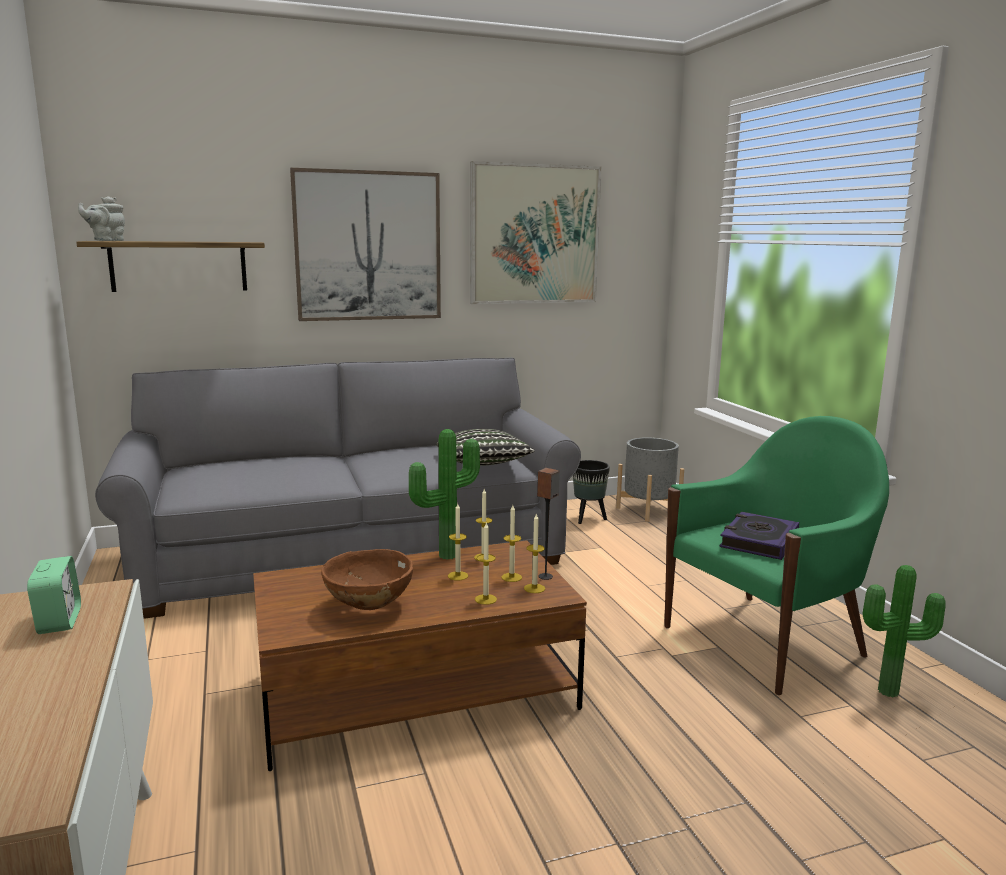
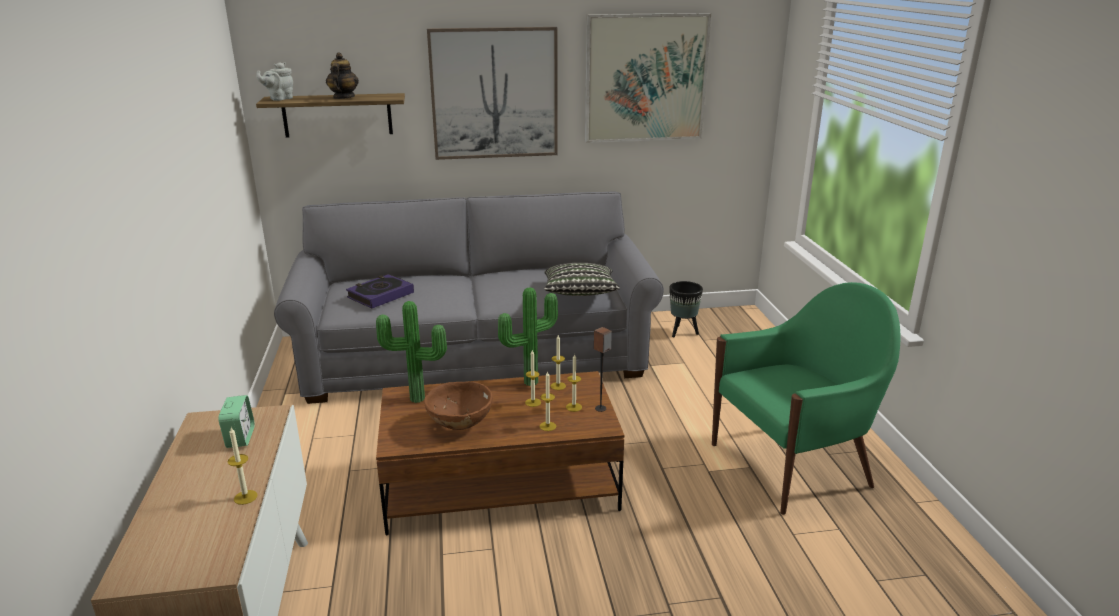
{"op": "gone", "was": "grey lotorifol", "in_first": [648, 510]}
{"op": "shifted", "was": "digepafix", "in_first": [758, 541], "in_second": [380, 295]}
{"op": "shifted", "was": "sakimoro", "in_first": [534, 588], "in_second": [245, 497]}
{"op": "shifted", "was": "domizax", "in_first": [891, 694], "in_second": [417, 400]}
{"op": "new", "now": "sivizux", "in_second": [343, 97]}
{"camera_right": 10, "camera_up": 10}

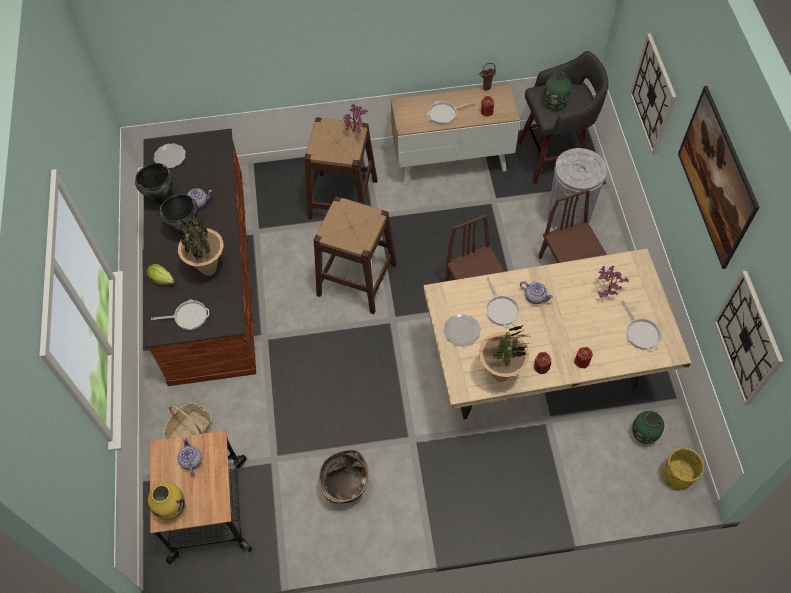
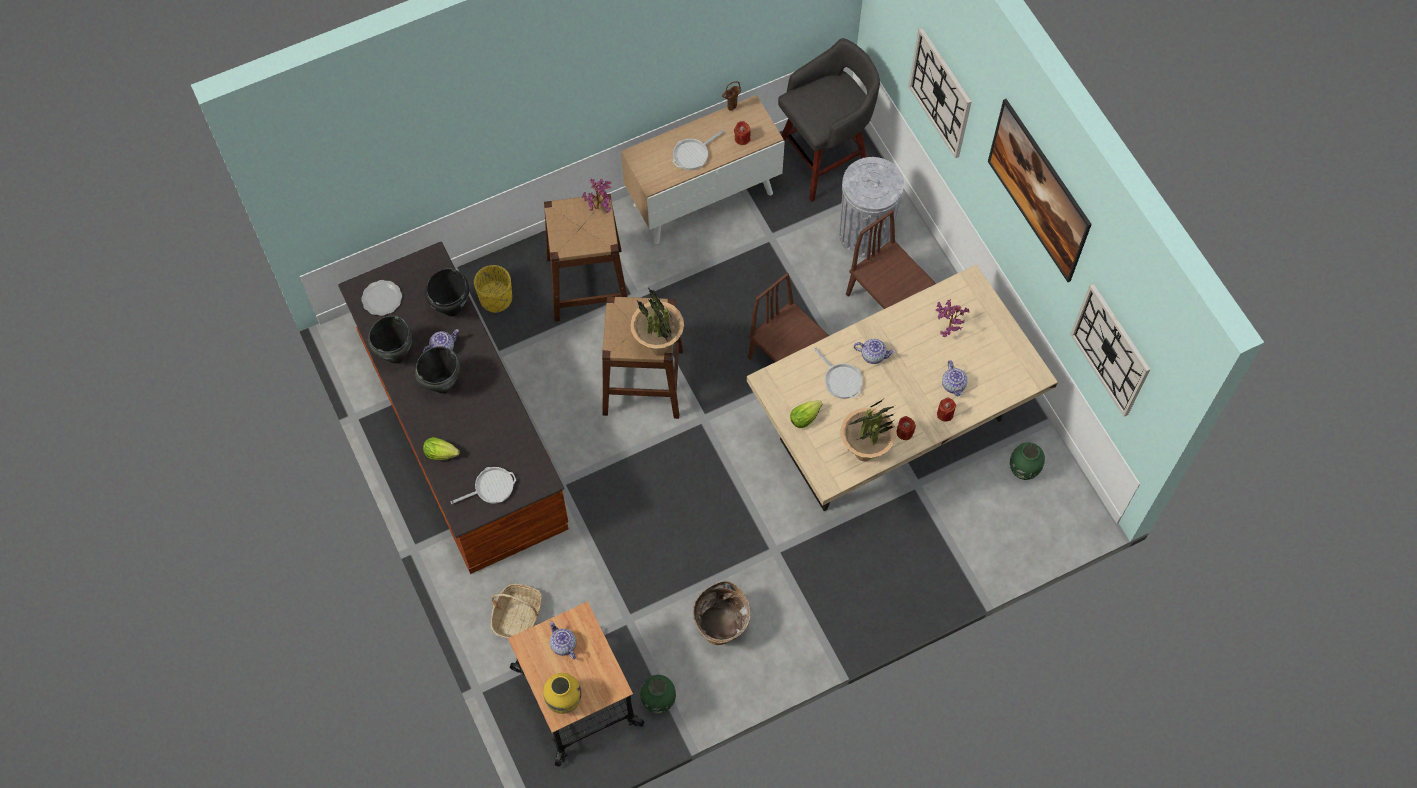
{"op": "shifted", "was": "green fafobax", "in_first": [555, 103], "in_second": [659, 701]}
{"op": "shifted", "was": "domizax", "in_first": [209, 270], "in_second": [658, 347]}
{"op": "gone", "was": "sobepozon", "in_first": [641, 332]}
{"op": "swapped", "was": "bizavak", "now": "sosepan", "in_first": [461, 330], "in_second": [806, 416]}
{"op": "shifted", "was": "yellow lotorifol", "in_first": [677, 476], "in_second": [496, 299]}
{"op": "new", "now": "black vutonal", "in_second": [452, 308]}
{"op": "new", "now": "sivizux", "in_second": [954, 385]}
{"camera_right": -20, "camera_up": 5}

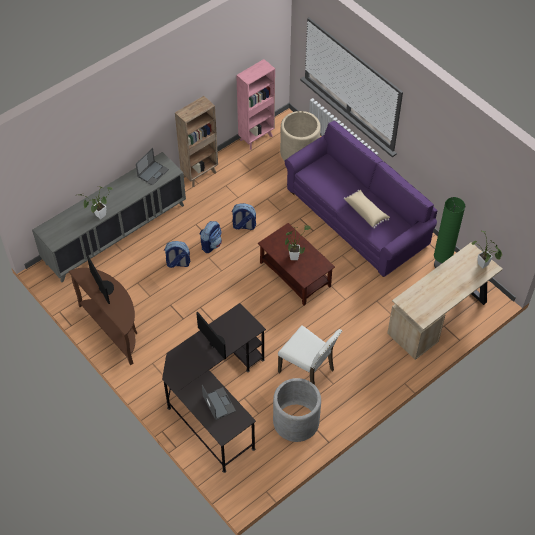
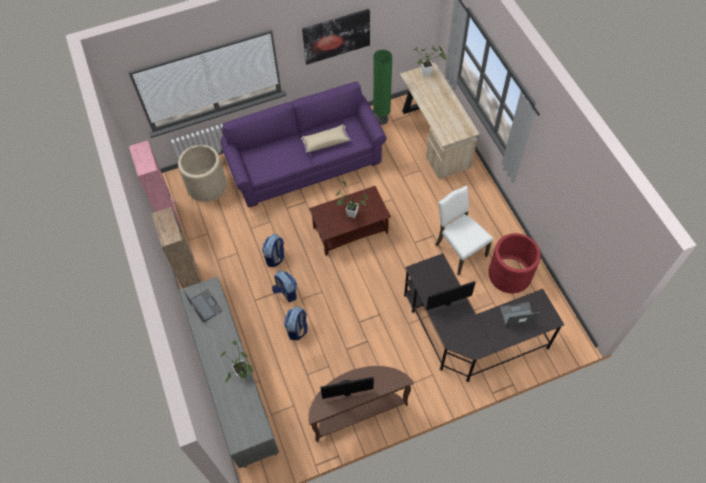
{"op": "rotated", "was": "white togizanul", "in_first": [308, 370], "in_second": [459, 250], "clockwise": -90}
{"op": "repainted", "was": "grey lotorifol", "now": "red lotorifol", "in_first": [296, 421], "in_second": [509, 274]}
{"op": "new", "now": "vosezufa", "in_second": [336, 36]}
{"camera_right": -70, "camera_up": 5}

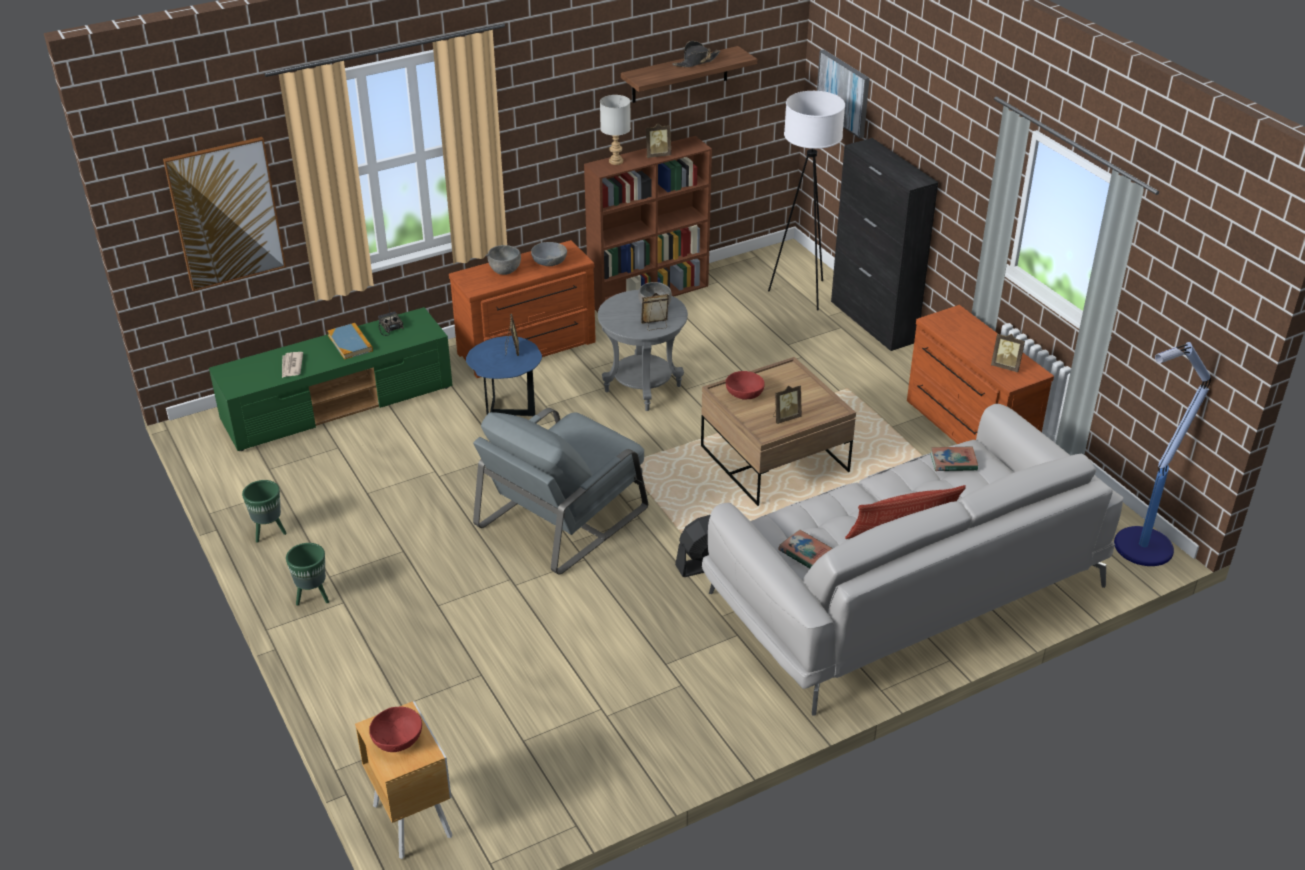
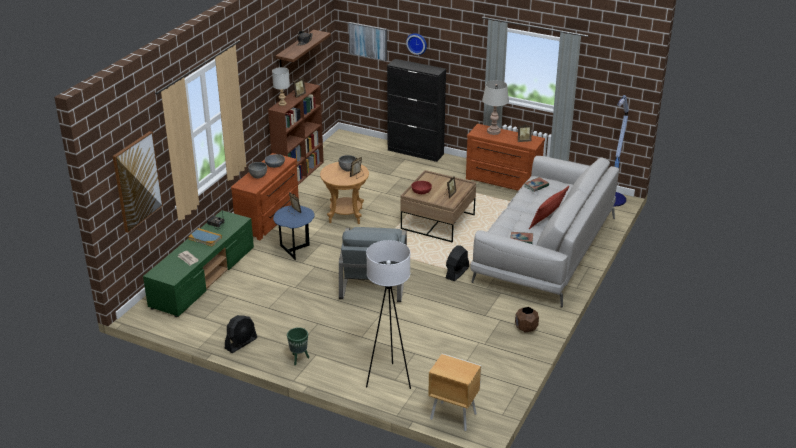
{"op": "shifted", "was": "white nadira", "in_first": [802, 293], "in_second": [389, 379]}
{"op": "repainted", "was": "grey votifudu", "now": "brown votifudu", "in_first": [643, 388], "in_second": [345, 215]}
{"op": "swapped", "was": "green lotorifol", "now": "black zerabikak", "in_first": [269, 532], "in_second": [241, 343]}
{"op": "gone", "was": "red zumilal", "in_first": [398, 740]}
{"op": "new", "now": "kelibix", "in_second": [417, 43]}
{"op": "new", "now": "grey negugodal", "in_second": [493, 131]}
{"op": "new", "now": "brown lotorifol", "in_second": [526, 329]}
{"camera_right": -35, "camera_up": -5}

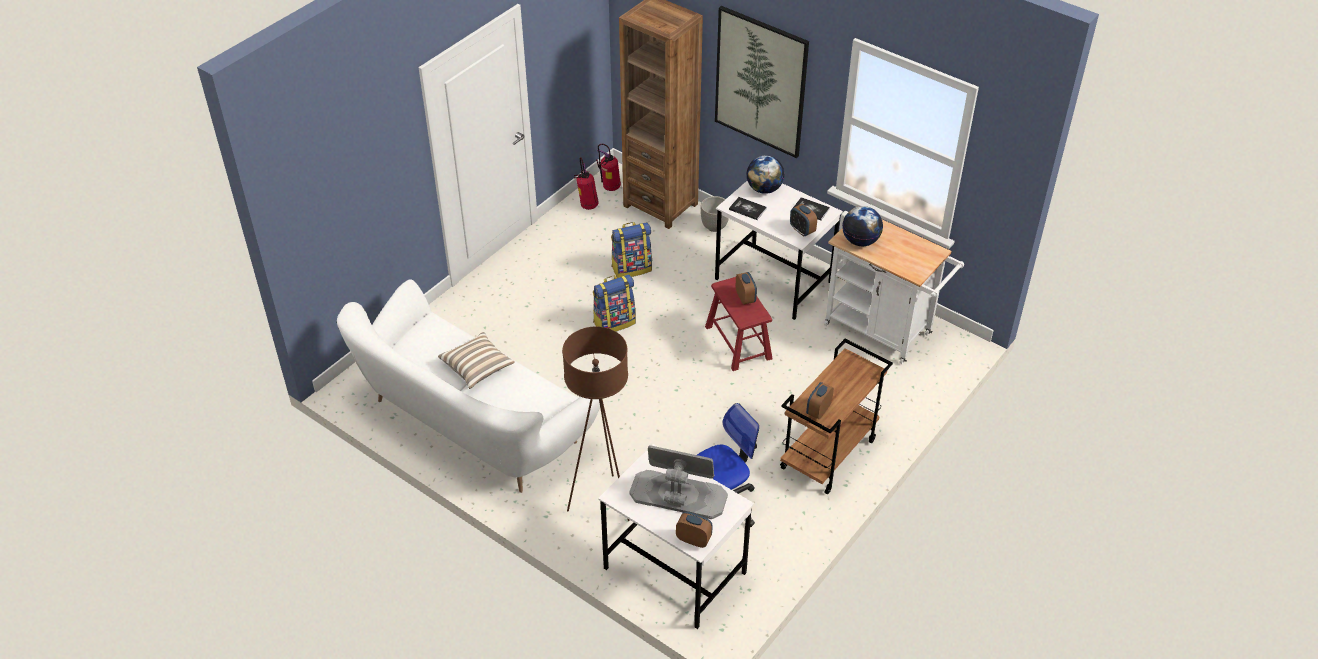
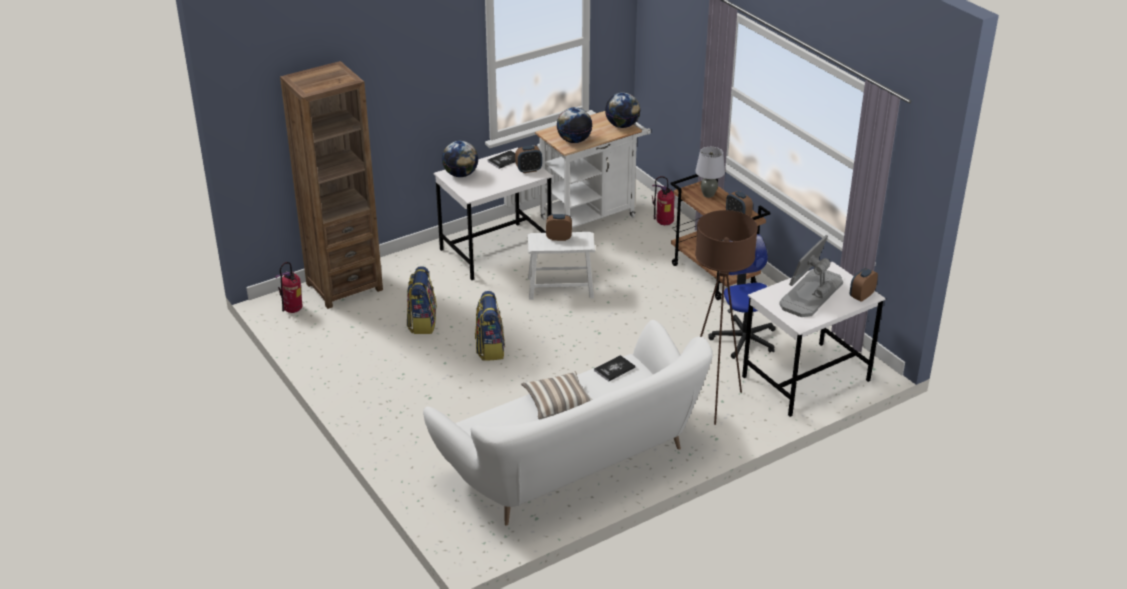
{"op": "gone", "was": "vosezufa", "in_first": [760, 82]}
{"op": "shifted", "was": "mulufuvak", "in_first": [587, 206], "in_second": [663, 223]}
{"op": "gone", "was": "lotorifol", "in_first": [714, 226]}
{"op": "shifted", "was": "digepafix", "in_first": [747, 209], "in_second": [614, 369]}
{"op": "repainted", "was": "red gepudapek", "now": "white gepudapek", "in_first": [738, 342], "in_second": [560, 287]}
{"op": "new", "now": "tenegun", "in_second": [622, 126]}
{"op": "new", "now": "grey negugodal", "in_second": [708, 195]}
{"camera_right": -70, "camera_up": -10}

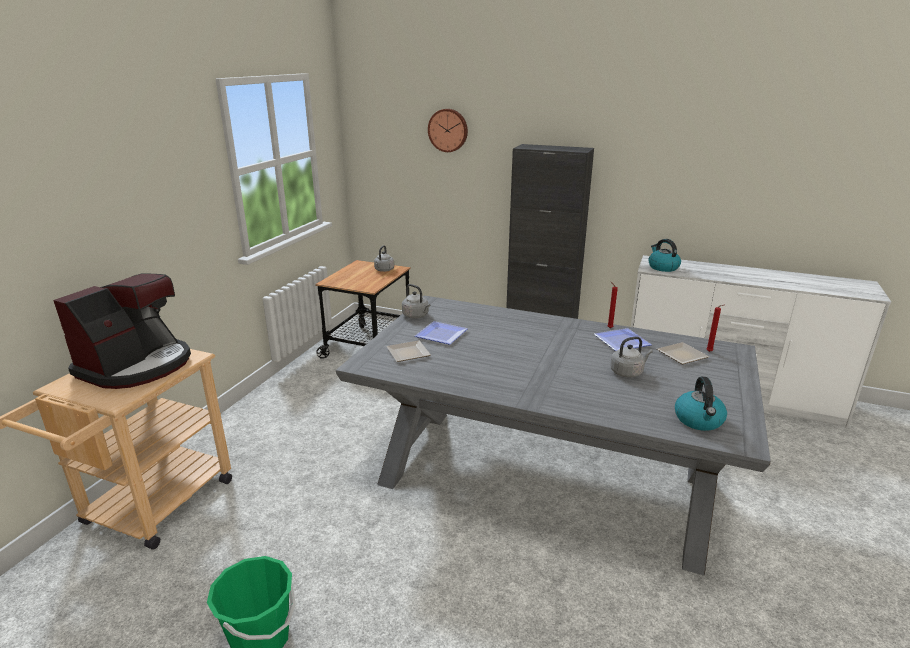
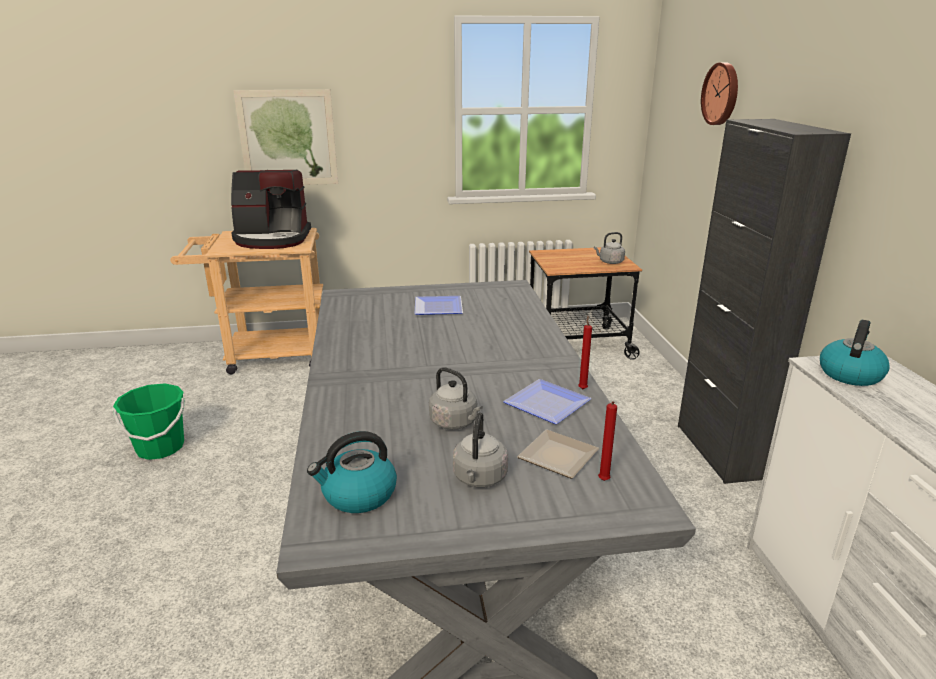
{"op": "shifted", "was": "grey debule", "in_first": [416, 316], "in_second": [479, 478]}
{"op": "gone", "was": "bizavak", "in_first": [407, 353]}
{"op": "new", "now": "vosezufa", "in_second": [288, 138]}
{"camera_right": 60, "camera_up": 0}

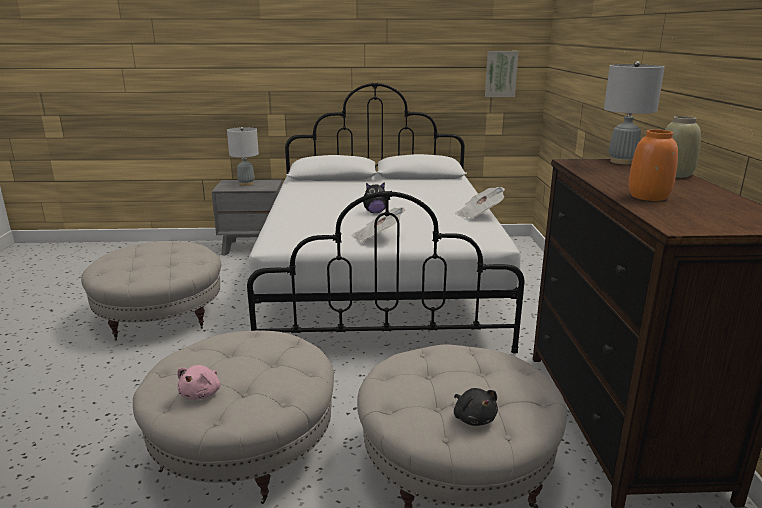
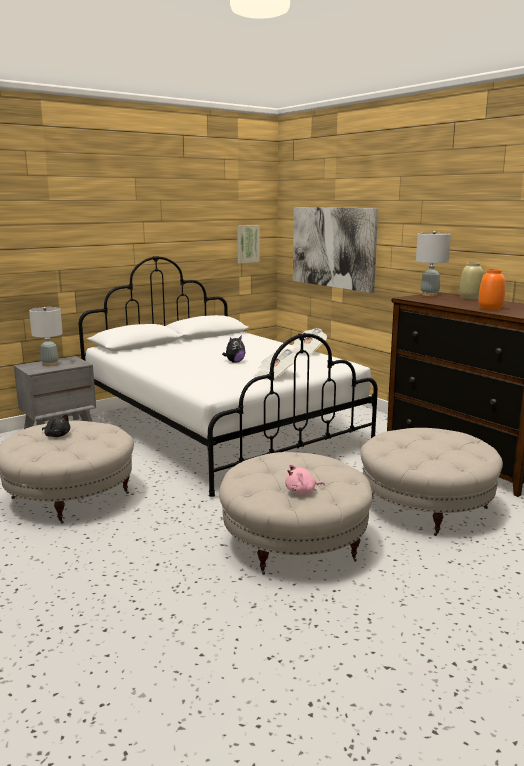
{"op": "rotated", "was": "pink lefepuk", "in_first": [202, 393], "in_second": [302, 492], "clockwise": 90}
{"op": "shifted", "was": "black lefepuk", "in_first": [473, 418], "in_second": [57, 435]}
{"op": "new", "now": "vosezufa", "in_second": [333, 247]}
{"camera_right": -35, "camera_up": -5}

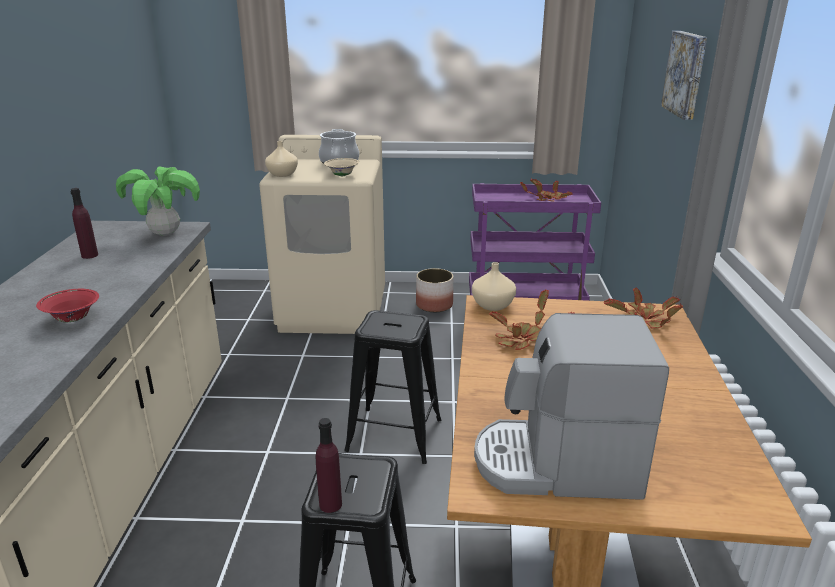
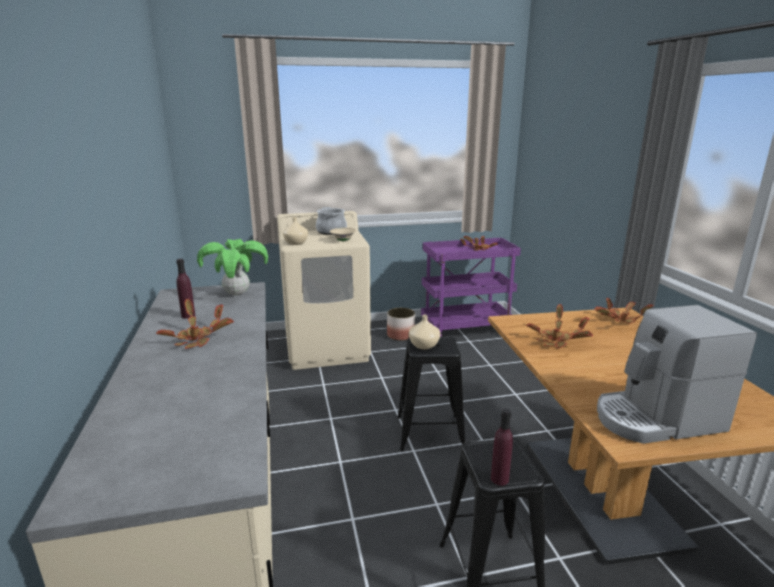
{"op": "gone", "was": "vosezufa", "in_first": [687, 74]}
{"op": "shifted", "was": "beige fafobax", "in_first": [493, 306], "in_second": [424, 345]}
{"op": "gone", "was": "red zumilal", "in_first": [72, 319]}
{"op": "new", "now": "domizax", "in_second": [197, 339]}
{"camera_right": -15, "camera_up": -5}

